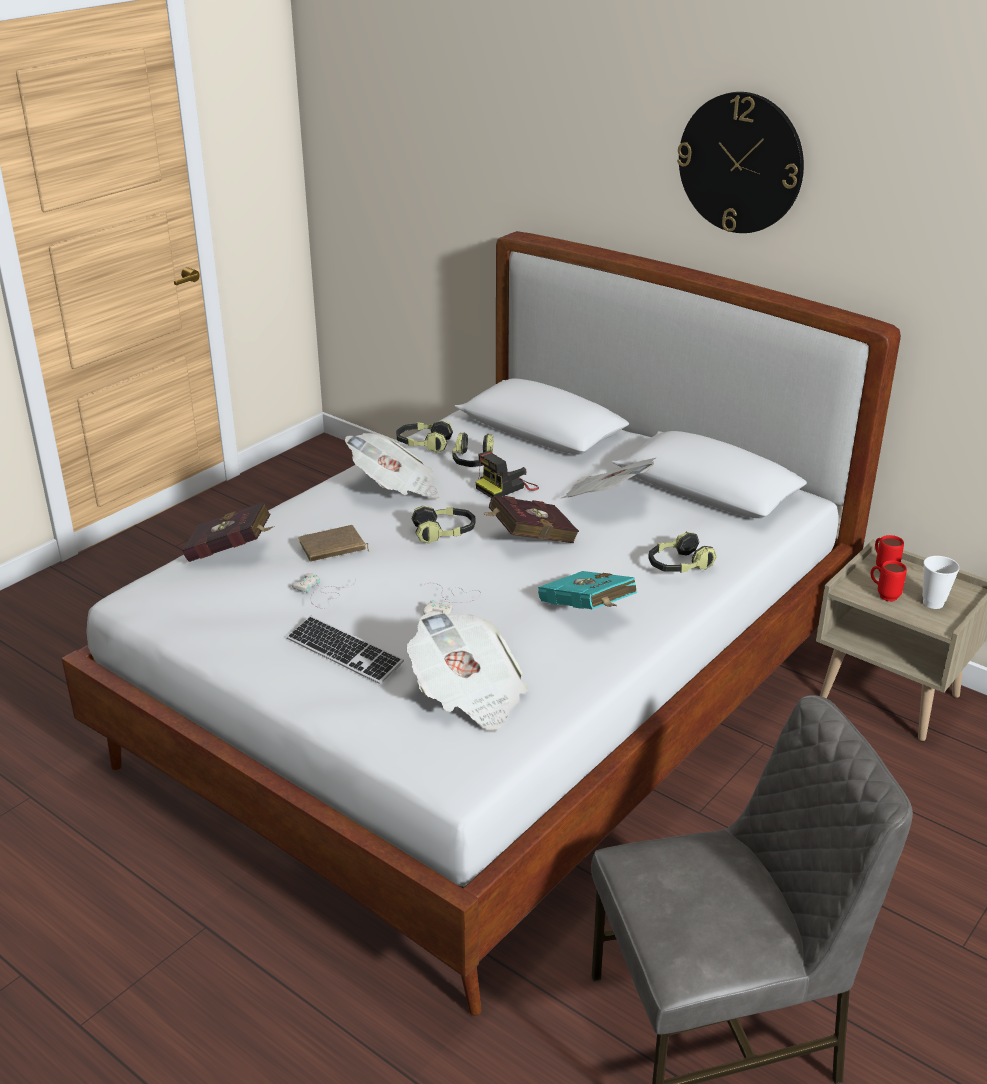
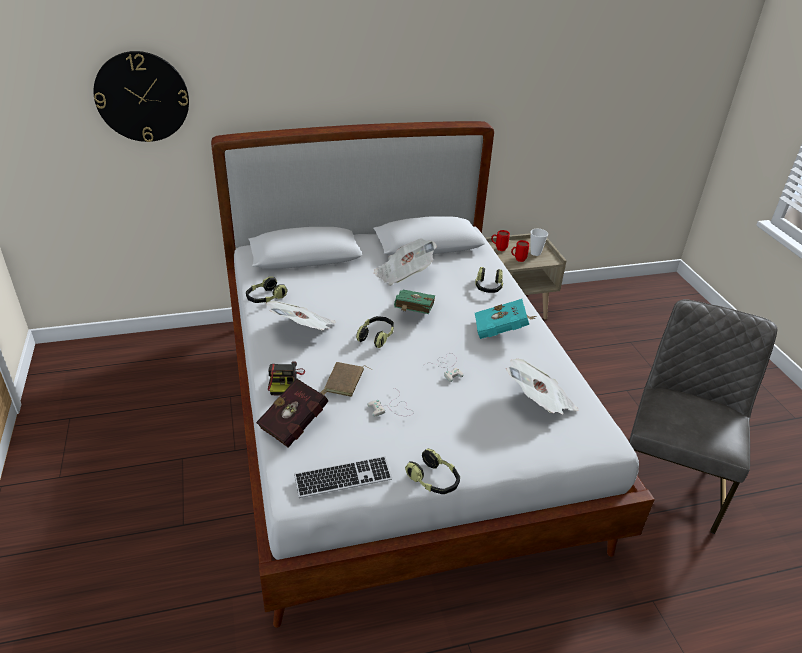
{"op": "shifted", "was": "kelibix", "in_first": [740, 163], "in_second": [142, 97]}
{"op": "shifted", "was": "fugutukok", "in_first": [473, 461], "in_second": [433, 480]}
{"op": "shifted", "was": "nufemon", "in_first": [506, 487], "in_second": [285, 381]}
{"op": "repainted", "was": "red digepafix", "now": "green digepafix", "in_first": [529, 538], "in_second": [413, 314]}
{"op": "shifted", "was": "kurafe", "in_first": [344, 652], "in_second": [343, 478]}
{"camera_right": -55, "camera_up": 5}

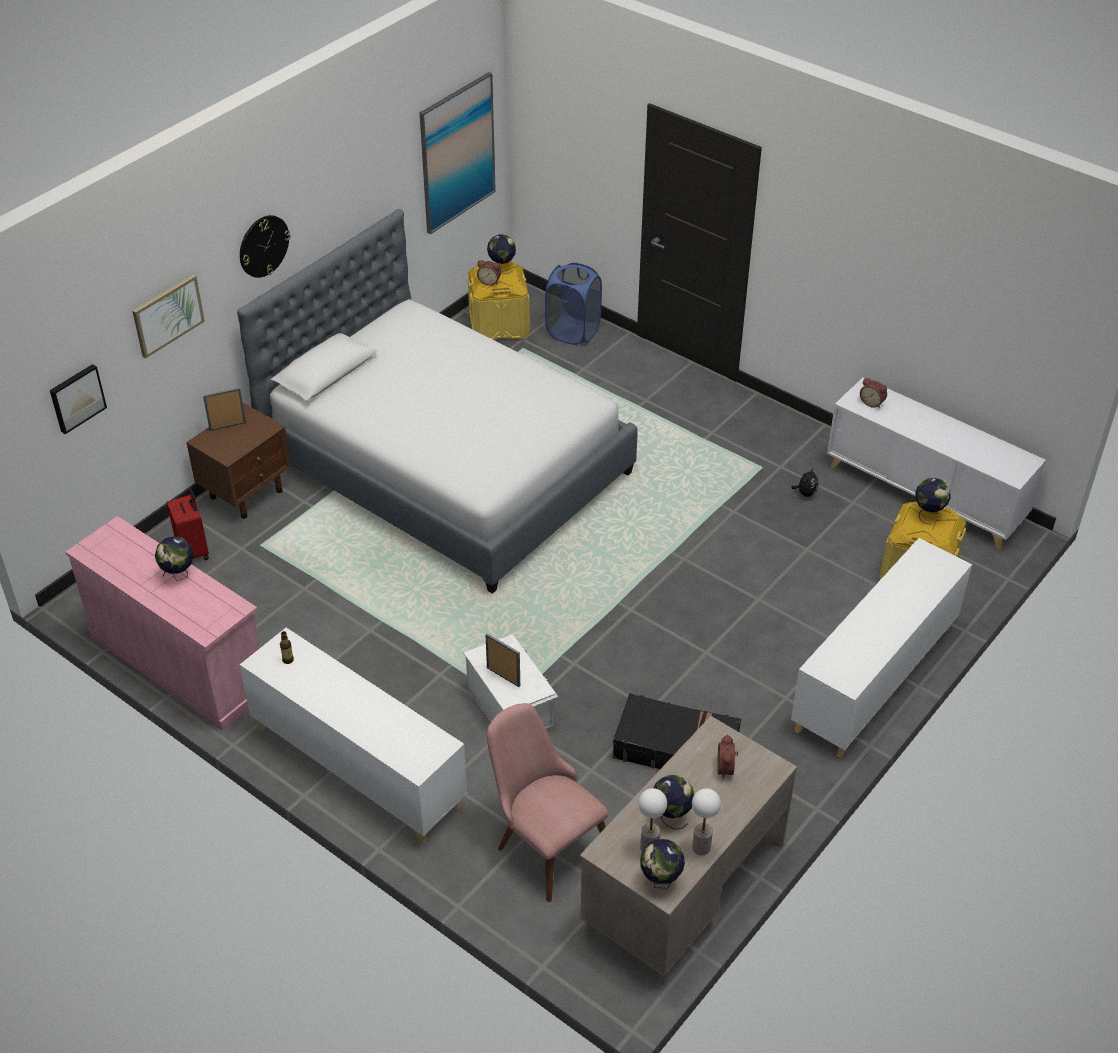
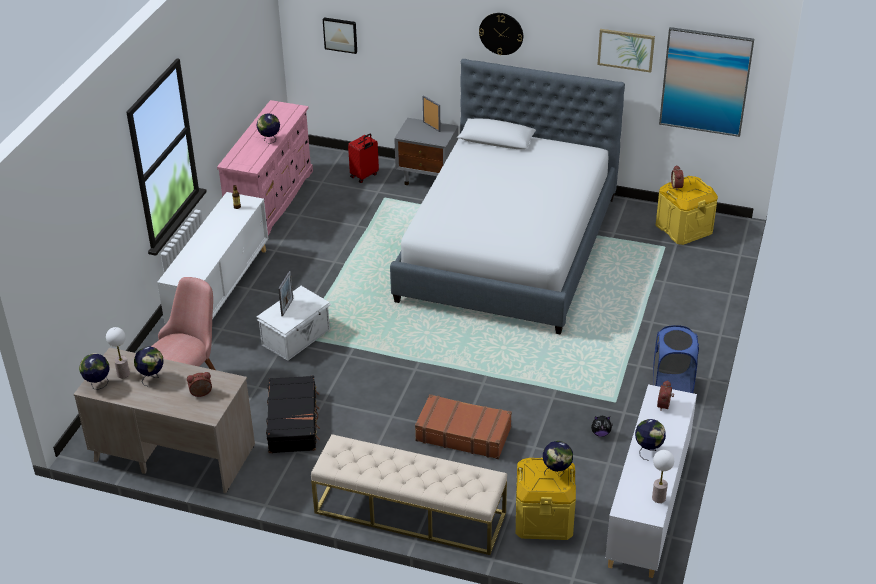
{"op": "shifted", "was": "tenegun", "in_first": [502, 267], "in_second": [648, 451]}
{"op": "shifted", "was": "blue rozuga", "in_first": [573, 332], "in_second": [671, 388]}
{"op": "shifted", "was": "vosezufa", "in_first": [167, 315], "in_second": [626, 49]}
{"op": "repainted", "was": "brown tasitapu", "now": "grey tasitapu", "in_first": [247, 493], "in_second": [428, 178]}
{"op": "swapped", "was": "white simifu", "now": "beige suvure", "in_first": [874, 679], "in_second": [409, 513]}
{"op": "shifted", "was": "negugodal", "in_first": [701, 847], "in_second": [658, 498]}
{"op": "new", "now": "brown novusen", "in_second": [463, 434]}
{"camera_right": 70, "camera_up": -5}

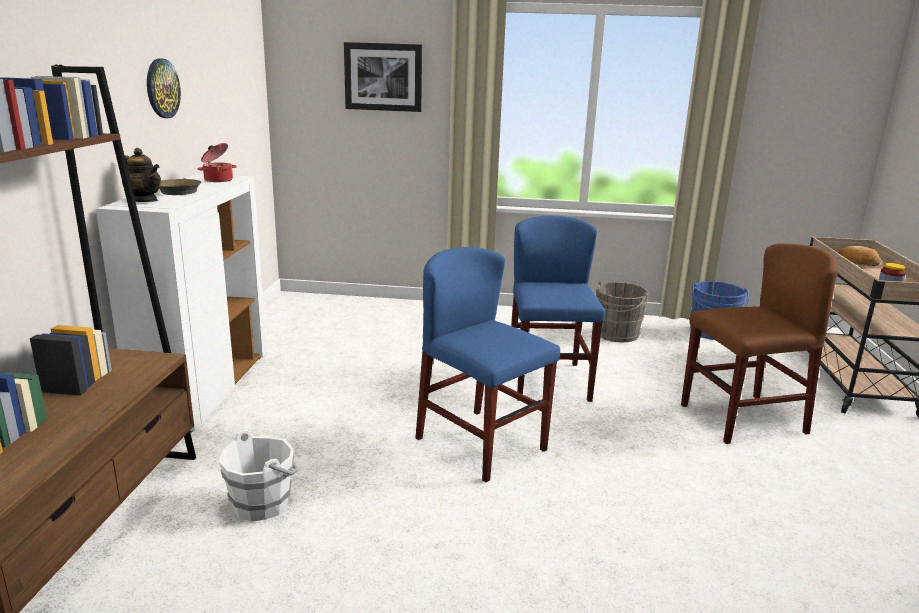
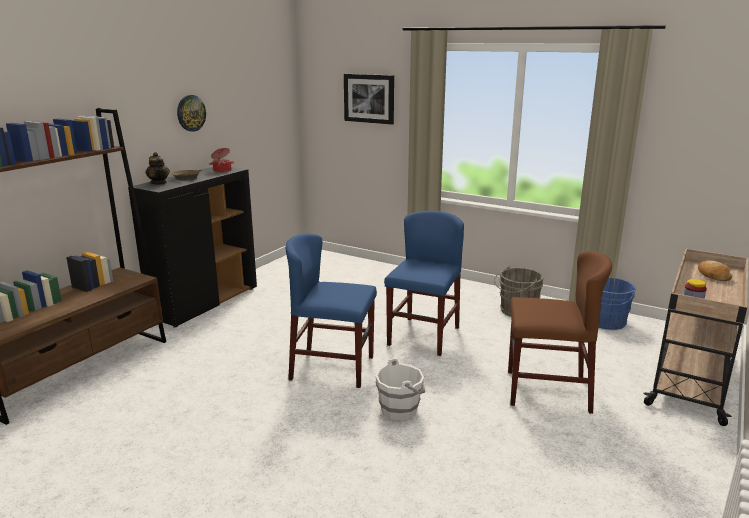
{"op": "repainted", "was": "white simifu", "now": "black simifu", "in_first": [205, 388], "in_second": [205, 303]}
{"op": "rotated", "was": "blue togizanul", "in_first": [481, 444], "in_second": [332, 368], "clockwise": -60}
{"op": "shifted", "was": "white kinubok", "in_first": [263, 503], "in_second": [400, 409]}
{"camera_right": 25, "camera_up": 0}

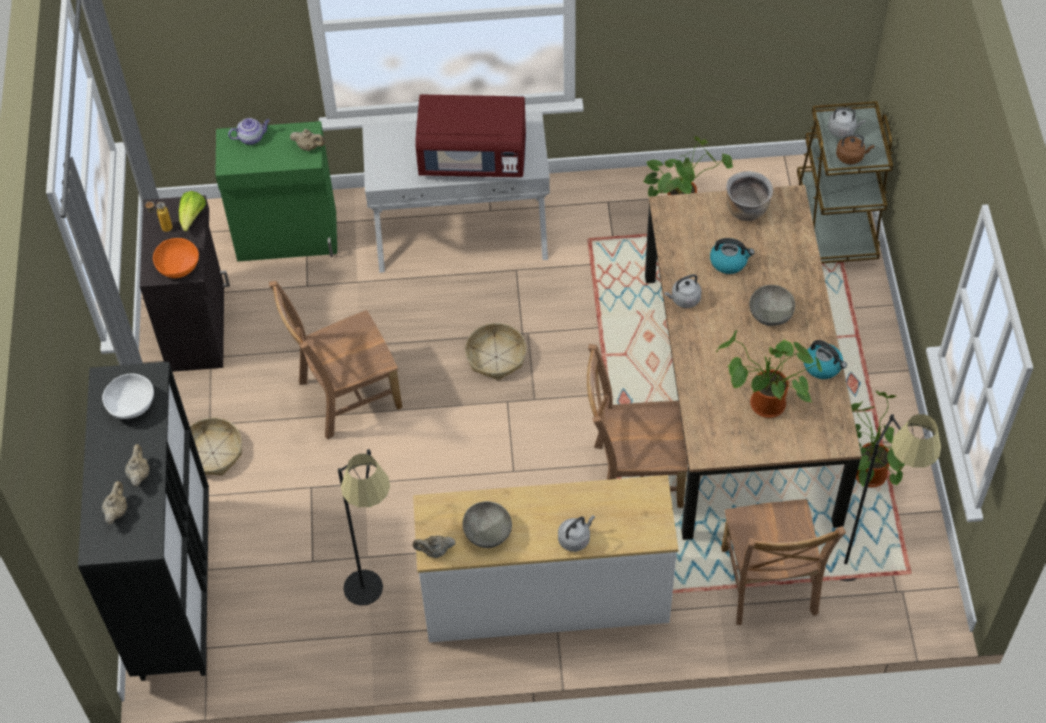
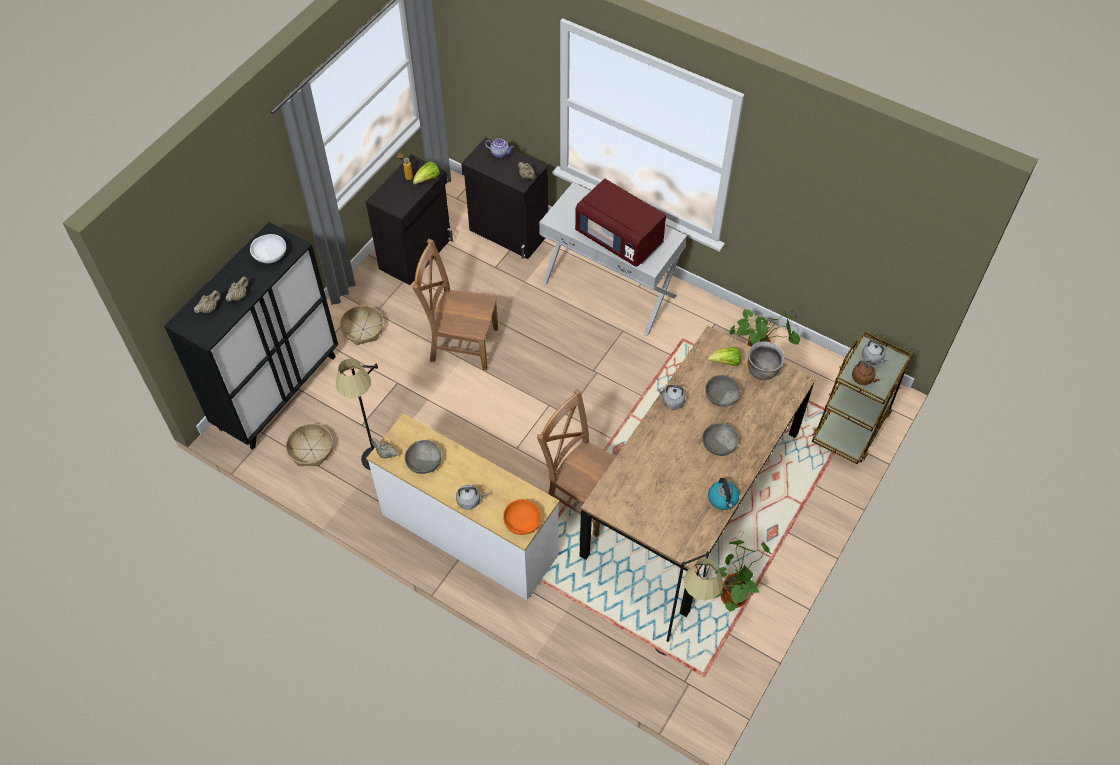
{"op": "repainted", "was": "green simifu", "now": "black simifu", "in_first": [288, 237], "in_second": [508, 233]}
{"op": "shifted", "was": "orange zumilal", "in_first": [178, 265], "in_second": [522, 522]}
{"op": "swapped", "was": "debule", "now": "grey zumilal", "in_first": [729, 261], "in_second": [721, 396]}
{"op": "shifted", "was": "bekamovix", "in_first": [496, 357], "in_second": [311, 449]}
{"op": "gone", "was": "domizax", "in_first": [763, 406]}
{"op": "gone", "was": "brown togizanul", "in_first": [768, 585]}
{"op": "new", "now": "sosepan", "in_second": [725, 362]}
{"camera_right": 35, "camera_up": 0}

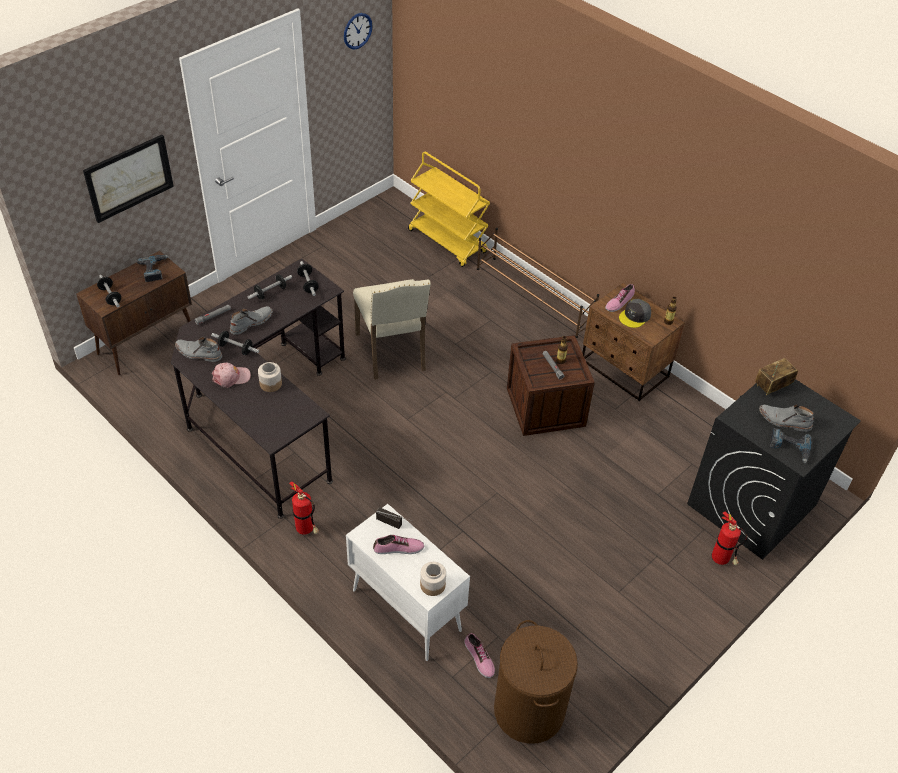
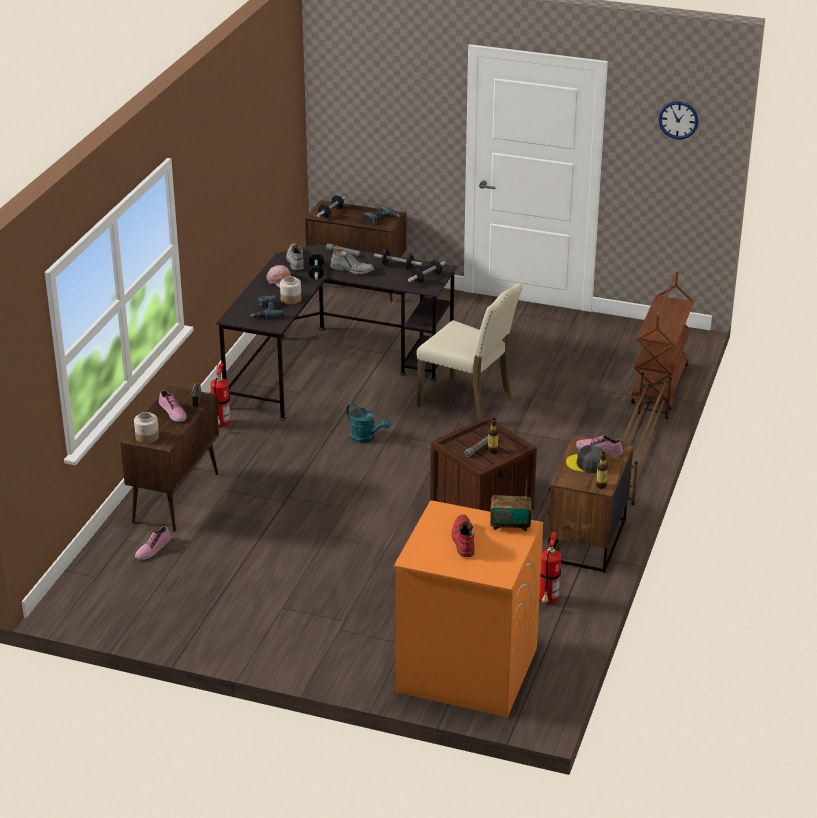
{"op": "gone", "was": "vosezufa", "in_first": [129, 177]}
{"op": "repainted", "was": "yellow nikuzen", "now": "brown nikuzen", "in_first": [448, 242], "in_second": [660, 385]}
{"op": "rotated", "was": "beige togizanul", "in_first": [392, 352], "in_second": [468, 402], "clockwise": -105}
{"op": "rotated", "was": "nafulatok", "in_first": [772, 386], "in_second": [510, 524], "clockwise": 150}
{"op": "repainted", "was": "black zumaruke", "now": "orange zumaruke", "in_first": [751, 505], "in_second": [466, 669]}
{"op": "repainted", "was": "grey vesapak", "now": "red vesapak", "in_first": [784, 421], "in_second": [463, 540]}
{"op": "shifted", "was": "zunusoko", "in_first": [789, 448], "in_second": [265, 311]}
{"op": "repainted", "was": "white simifu", "now": "brown simifu", "in_first": [405, 610], "in_second": [176, 497]}
{"op": "shifted", "was": "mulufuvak", "in_first": [721, 560], "in_second": [547, 601]}
{"op": "gone", "was": "brown rozuga", "in_first": [528, 710]}
{"op": "new", "now": "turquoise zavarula", "in_second": [366, 438]}
{"camera_right": 65, "camera_up": -15}

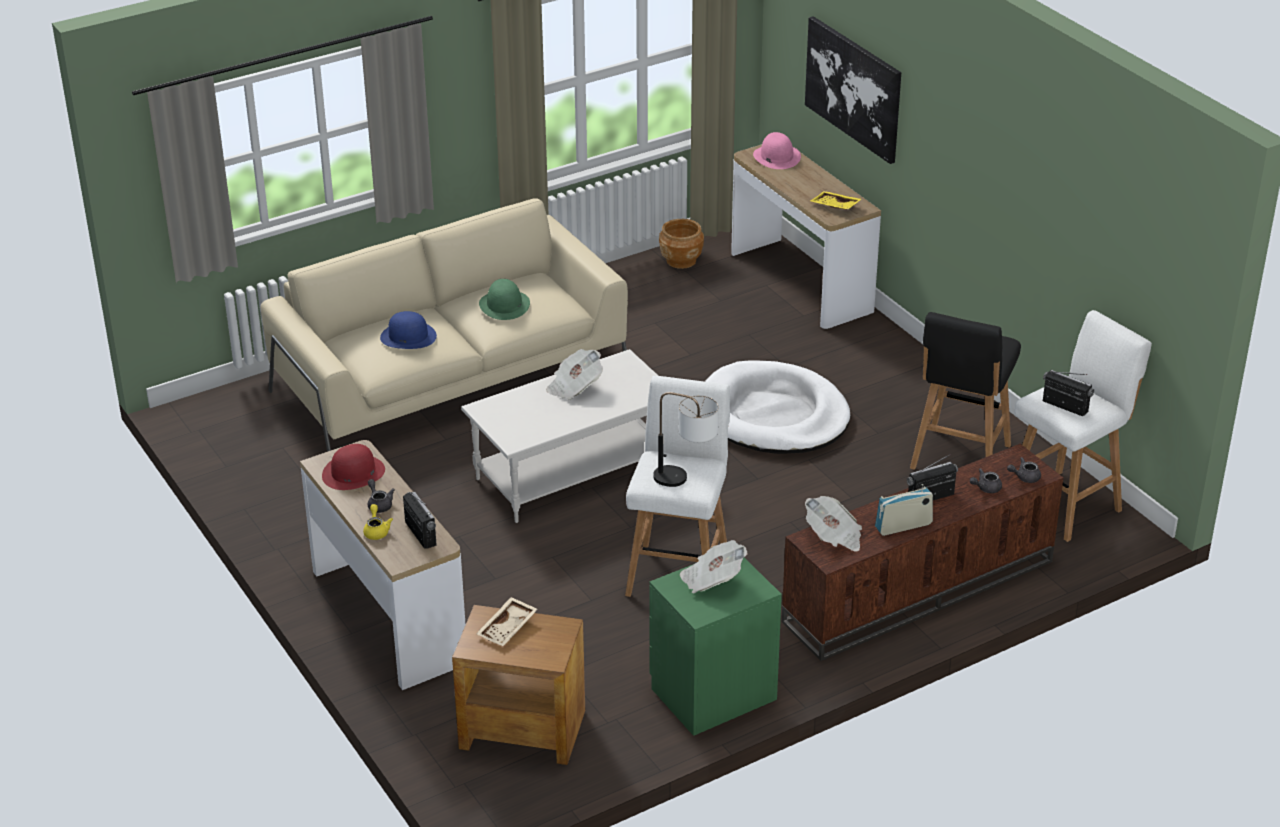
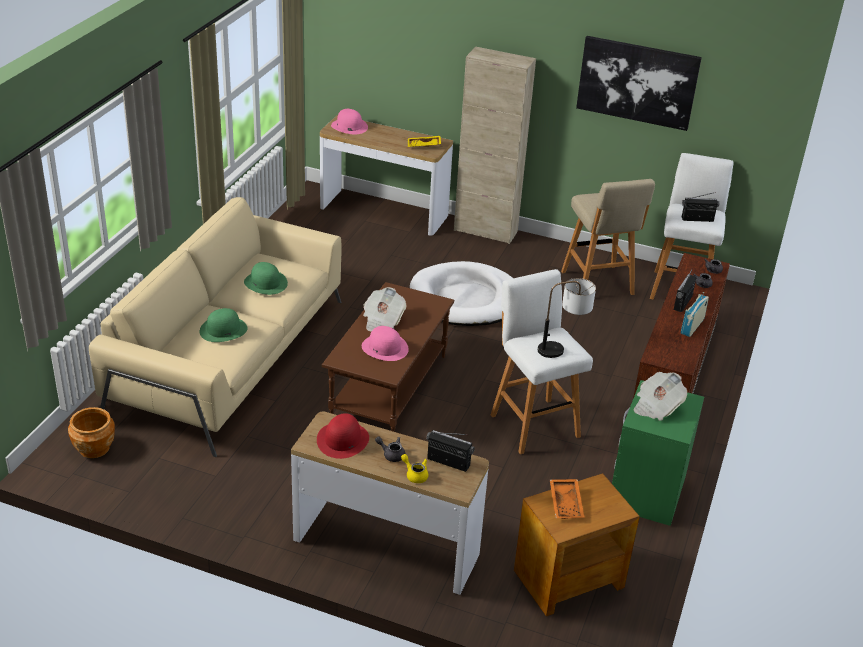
{"op": "shifted", "was": "vosezufa", "in_first": [853, 88], "in_second": [637, 82]}
{"op": "shifted", "was": "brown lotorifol", "in_first": [681, 260], "in_second": [94, 448]}
{"op": "repainted", "was": "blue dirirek", "now": "green dirirek", "in_first": [408, 336], "in_second": [223, 329]}
{"op": "repainted", "was": "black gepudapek", "now": "beige gepudapek", "in_first": [959, 459], "in_second": [598, 284]}
{"op": "repainted", "was": "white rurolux", "now": "brown rurolux", "in_first": [573, 471], "in_second": [388, 386]}
{"op": "gone", "was": "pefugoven", "in_first": [834, 537]}
{"op": "repainted", "was": "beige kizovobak", "now": "orange kizovobak", "in_first": [508, 628], "in_second": [567, 503]}
{"op": "new", "now": "beige simifu", "in_second": [485, 231]}
{"op": "new", "now": "pink dirirek", "in_second": [385, 348]}
{"camera_right": -40, "camera_up": 0}

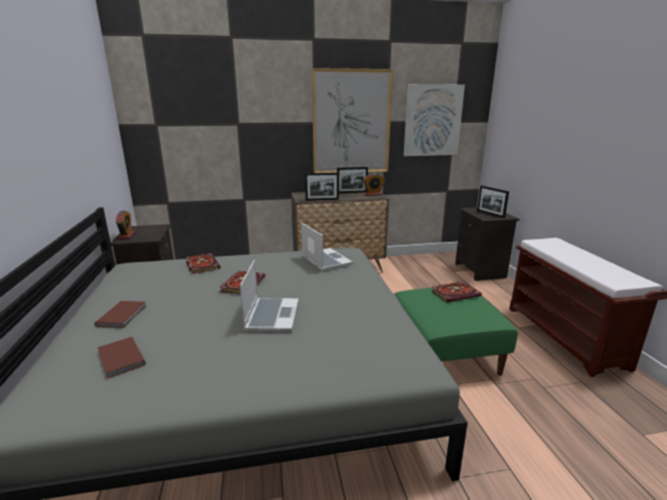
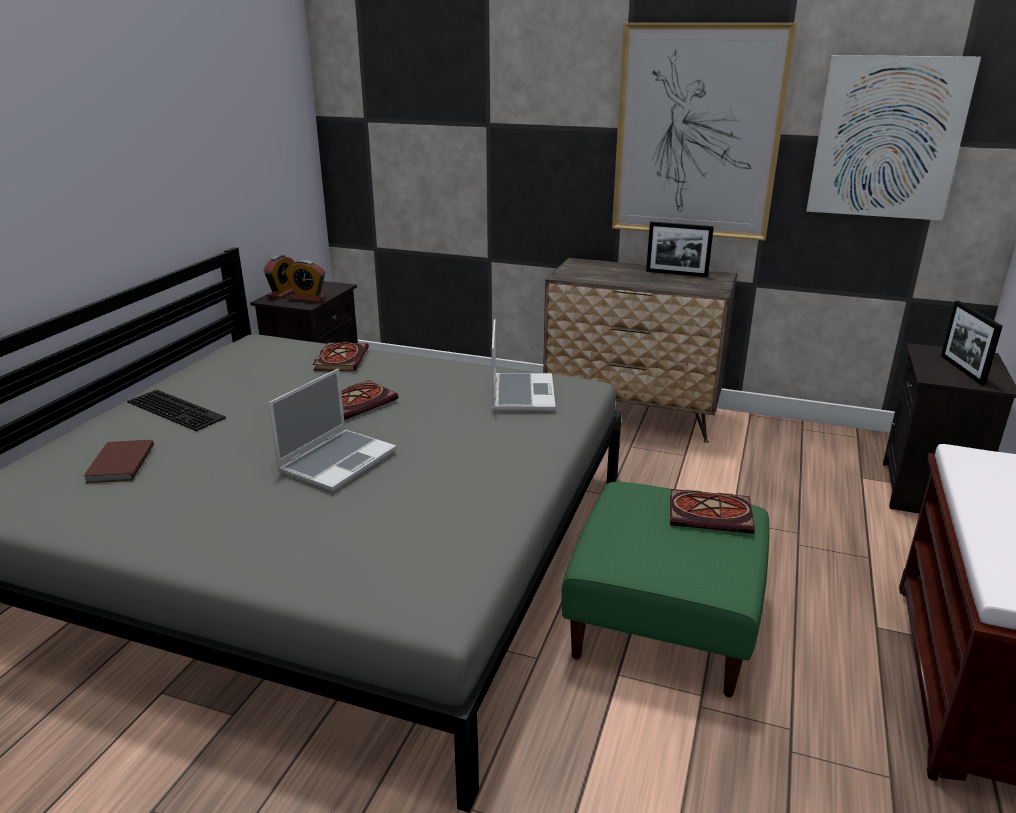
{"op": "gone", "was": "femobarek", "in_first": [322, 200]}
{"op": "shifted", "was": "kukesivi", "in_first": [373, 194], "in_second": [308, 299]}
{"op": "swapped", "was": "brown digepafix", "now": "kurafe", "in_first": [123, 315], "in_second": [178, 409]}
{"camera_right": 30, "camera_up": 5}

